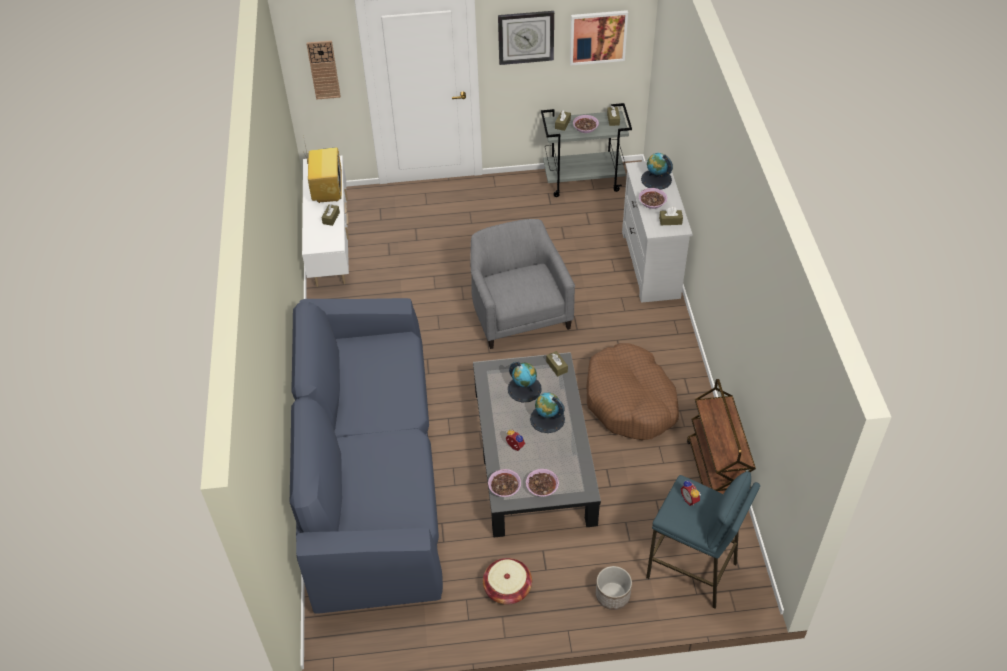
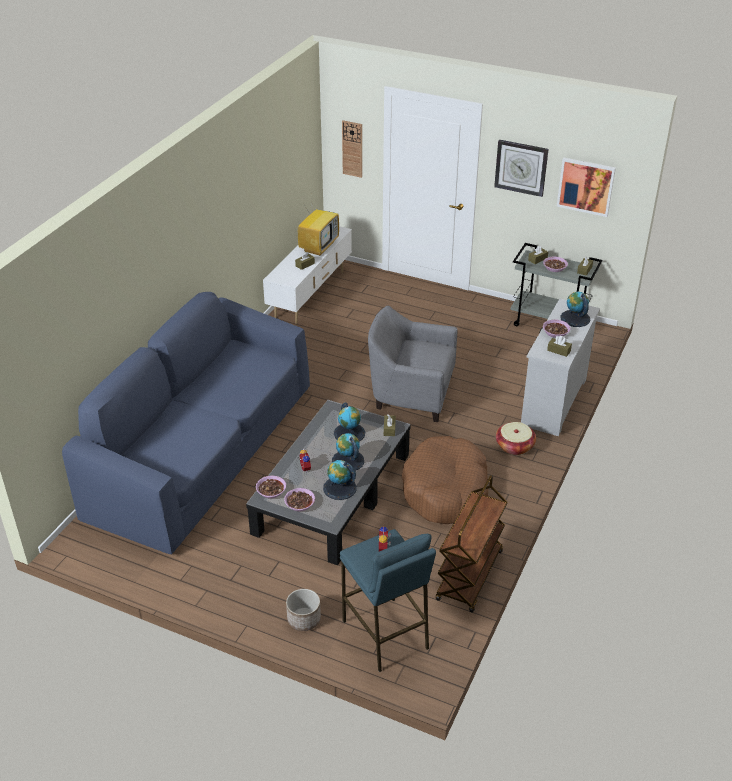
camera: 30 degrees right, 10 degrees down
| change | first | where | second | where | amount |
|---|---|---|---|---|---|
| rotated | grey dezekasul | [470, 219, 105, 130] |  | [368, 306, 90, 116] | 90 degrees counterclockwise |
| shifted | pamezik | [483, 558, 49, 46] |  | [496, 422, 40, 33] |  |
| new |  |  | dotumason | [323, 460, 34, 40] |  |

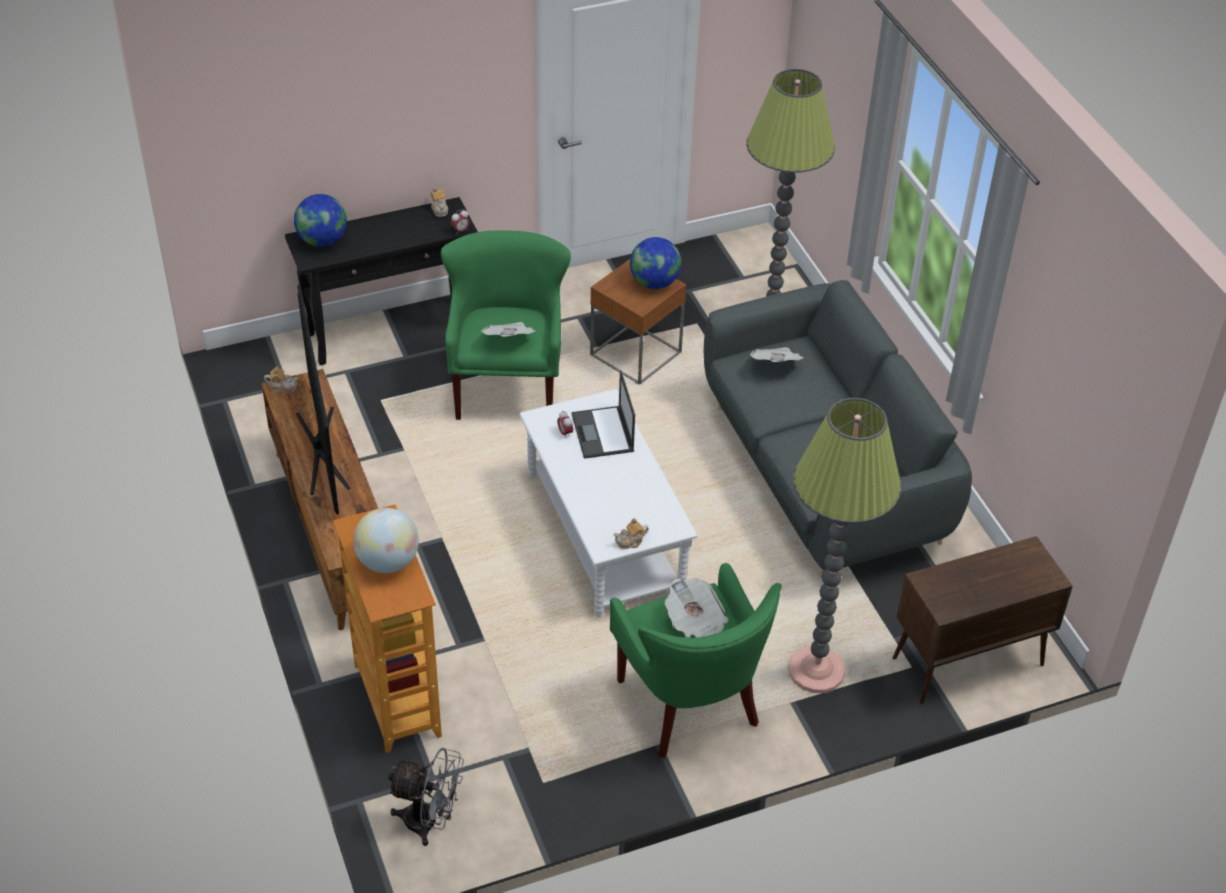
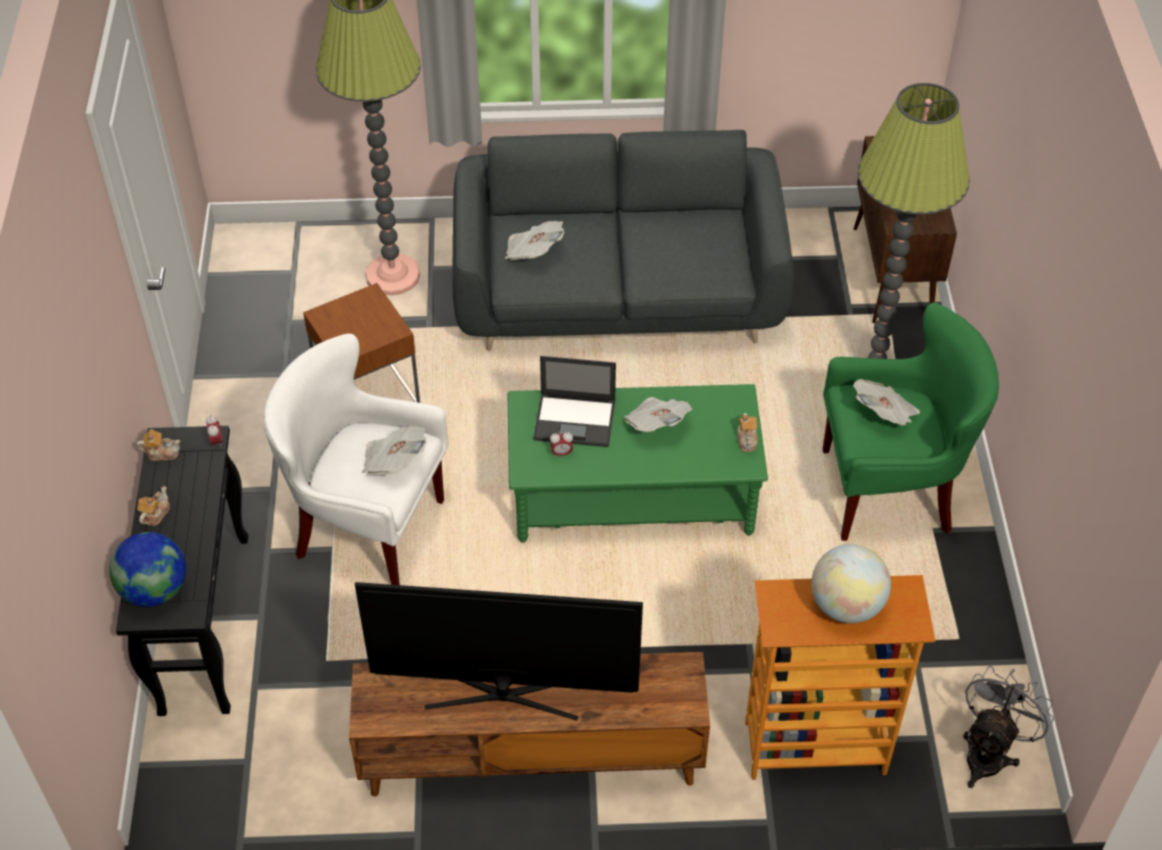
camera: 70 degrees left, 5 degrees up
| change | first | where | second | where | amount |
|---|---|---|---|---|---|
| repainted | green dezekasul | [441, 230, 130, 190] | white dezekasul | [263, 334, 186, 251] |  |
| gone | dotumason | [630, 237, 52, 52] |  |  |  |
| shifted | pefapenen | [264, 367, 34, 26] |  | [137, 486, 33, 40] |  |
| repainted | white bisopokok | [519, 389, 178, 228] | green bisopokok | [508, 384, 260, 159] |  |
| new |  |  | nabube | [623, 397, 69, 35] |  |

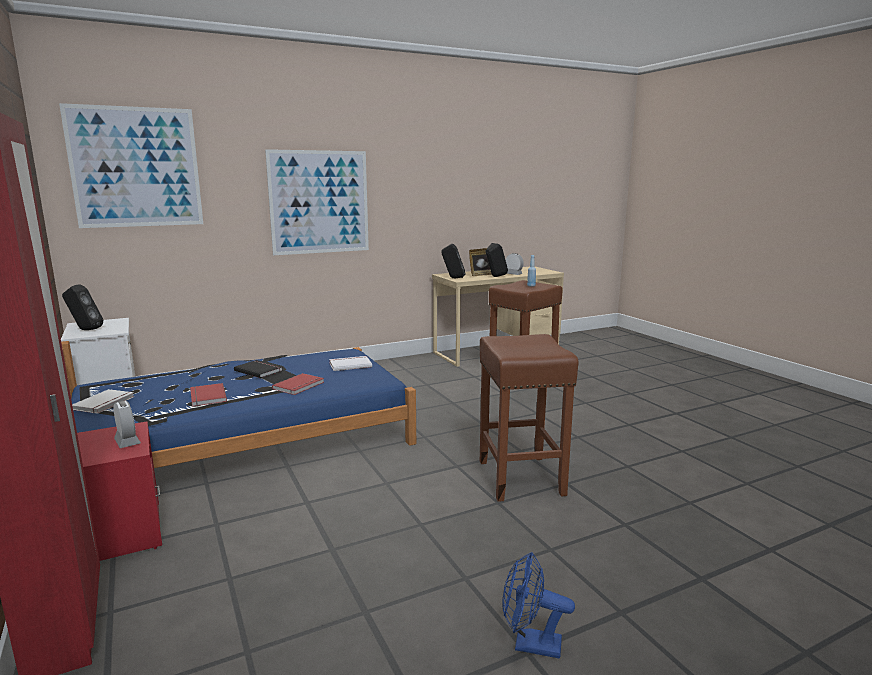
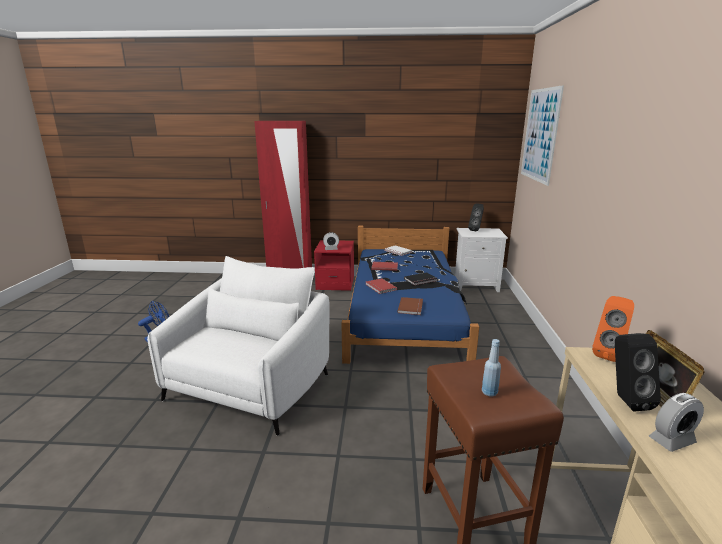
camera: 120 degrees right, 5 degrees up
| change | first | where | second | where | amount |
|---|---|---|---|---|---|
| gone | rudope | [265, 149, 104, 106] |  |  |  |
| repainted | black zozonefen | [441, 244, 25, 34] | orange zozonefen | [592, 296, 42, 66] |  |
| swapped | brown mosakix | [480, 334, 98, 168] | white dezekasul | [147, 256, 183, 180] |  |
| repainted | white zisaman | [329, 356, 43, 15] | brown zisaman | [398, 297, 25, 18] |  |

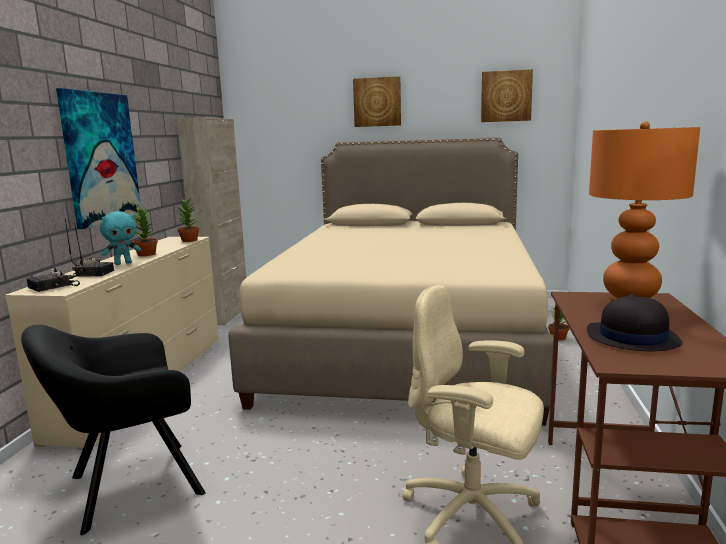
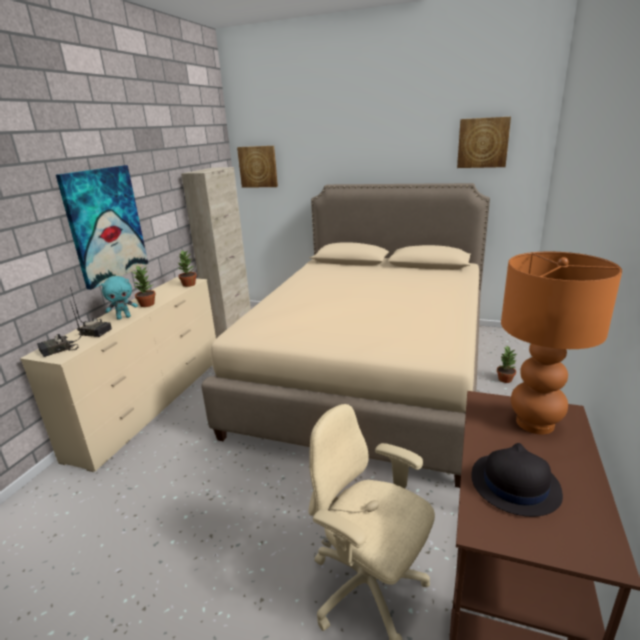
camera: 10 degrees right, 10 degrees up
| change | first | where | second | where | amount |
|---|---|---|---|---|---|
| shifted | rudope | [353, 76, 48, 51] |  | [237, 146, 41, 42] |  |
| gone | black dezekasul | [21, 325, 185, 210] |  |  |  |

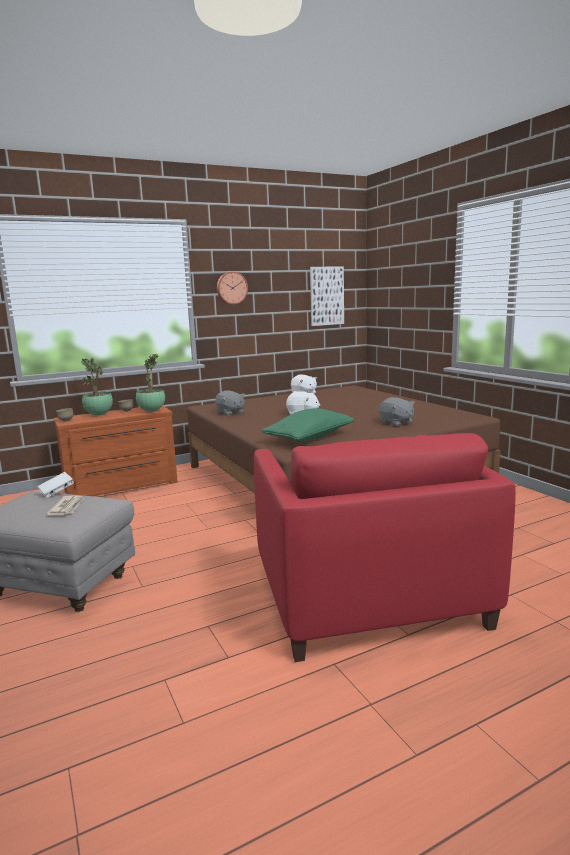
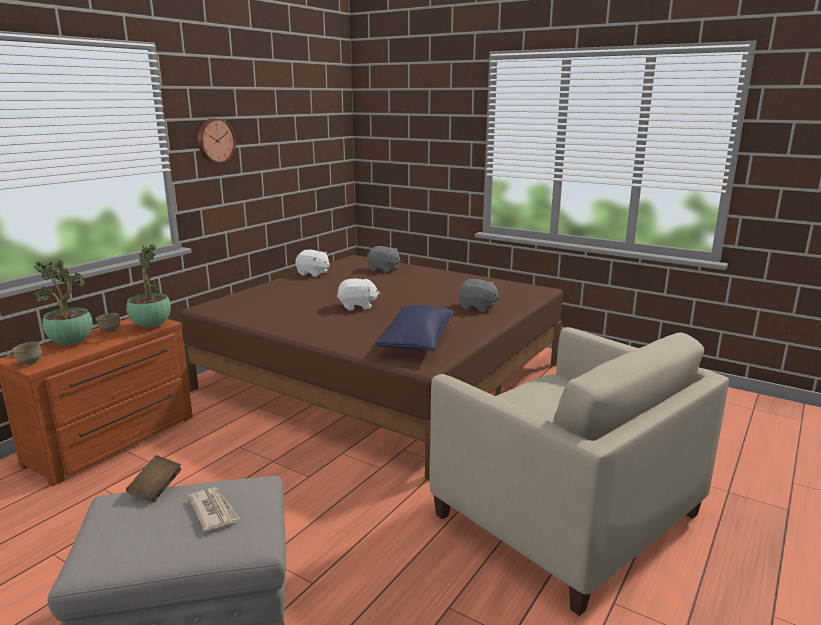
camera: 30 degrees left, 5 degrees up
| change | first | where | second | where | amount |
|---|---|---|---|---|---|
| gone | rudope | [310, 266, 34, 60] |  |  |  |
| shifted | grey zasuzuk | [215, 390, 30, 26] |  | [367, 246, 34, 27] |  |
| repainted | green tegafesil | [261, 408, 94, 33] | blue tegafesil | [374, 304, 80, 47] |  |
| repainted | red dezekasul | [254, 433, 262, 229] | beige dezekasul | [429, 327, 300, 289] |  |
| repainted | white zisaman | [37, 472, 37, 26] | brown zisaman | [126, 455, 56, 47] |  |

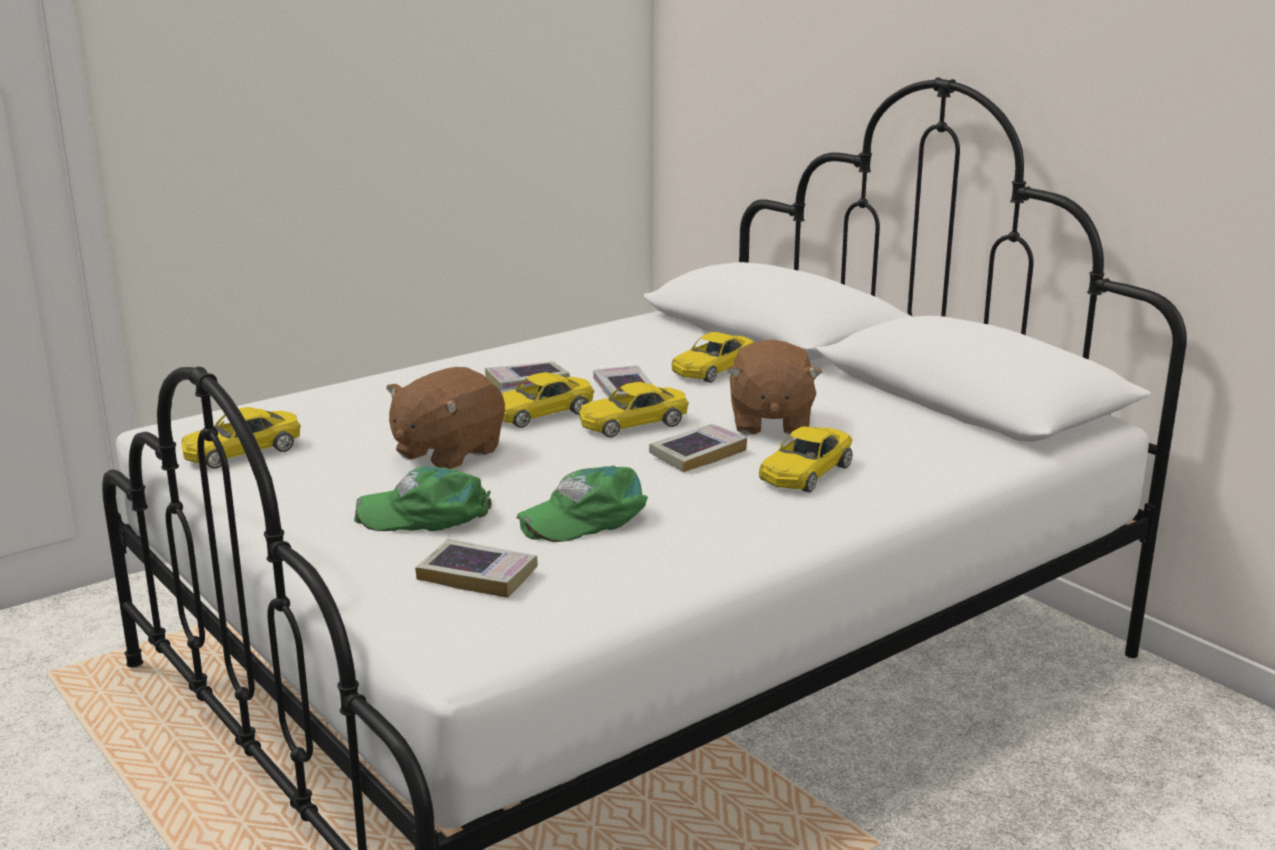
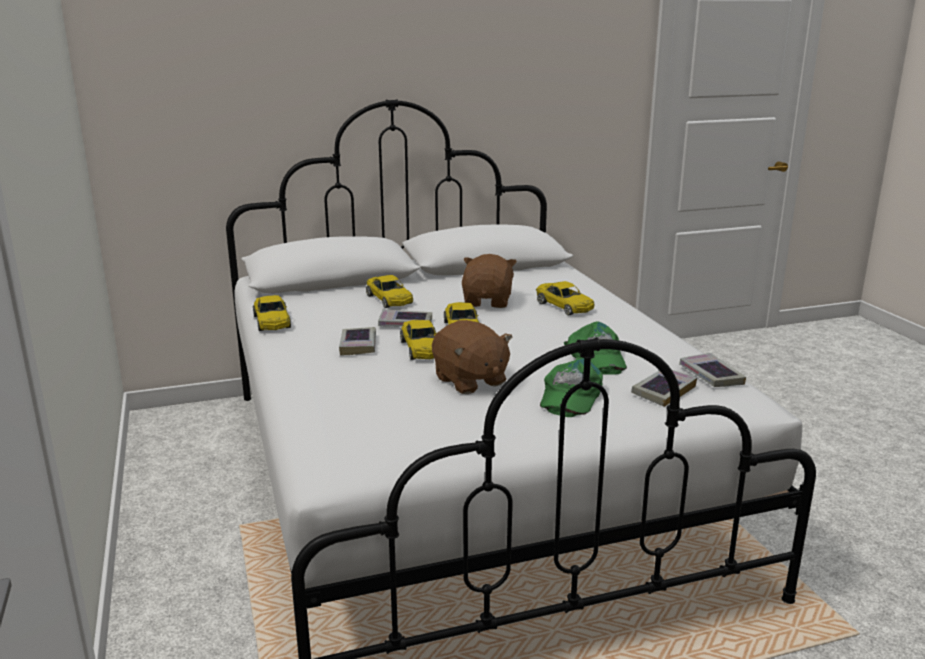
camera: 70 degrees left, 0 degrees up
| change | first | where | second | where | amount |
|---|---|---|---|---|---|
| rotated | brown zasuzuk | [727, 339, 95, 96] |  | [462, 254, 55, 54] | 105 degrees counterclockwise |
| shifted | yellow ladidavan | [181, 407, 120, 62] |  | [253, 295, 38, 36] |  |
| shifted | zisaman | [649, 424, 98, 48] |  | [679, 353, 67, 34] |  |

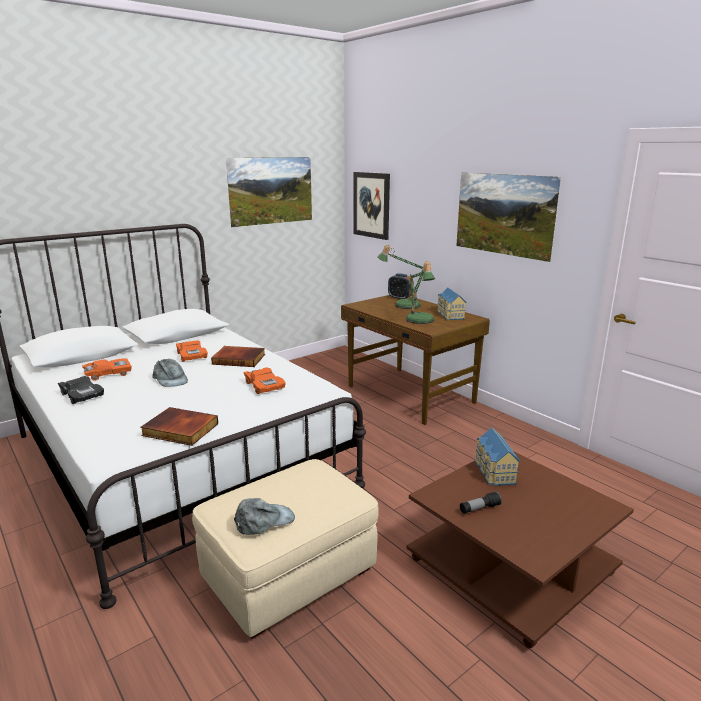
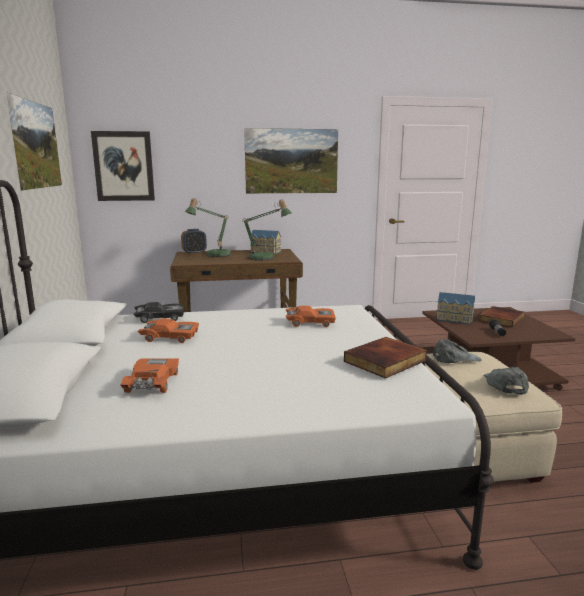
camera: 60 degrees left, 5 degrees down
| change | first | where | second | where | amount |
|---|---|---|---|---|---|
| shifted | zisaman | [211, 346, 54, 21] |  | [479, 306, 46, 21] |  |
| shifted | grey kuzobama | [153, 359, 35, 28] |  | [433, 339, 49, 24] |  |
| shifted | black ladidavan | [58, 376, 46, 28] |  | [133, 302, 51, 21] |  |

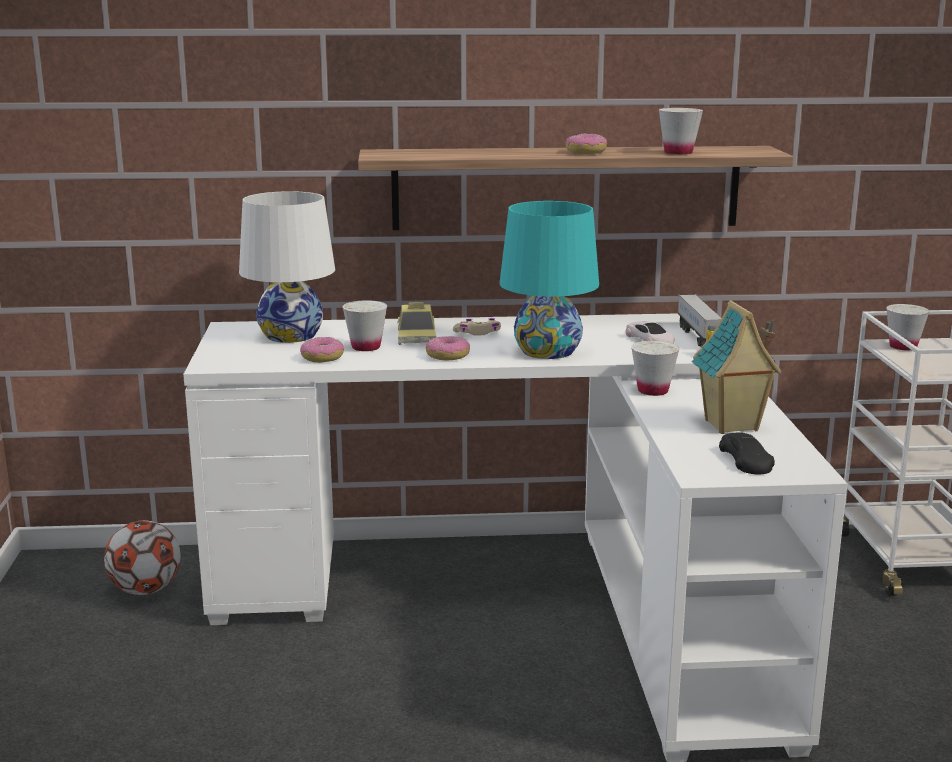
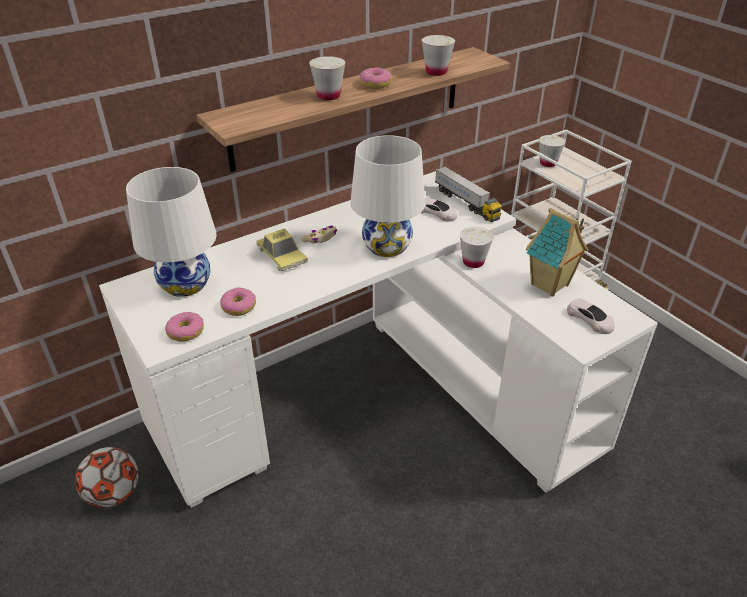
camera: 30 degrees left, 20 degrees up
| change | first | where | second | where | amount |
|---|---|---|---|---|---|
| repainted | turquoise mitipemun | [500, 201, 99, 158] | white mitipemun | [350, 135, 75, 122] |  |
| shifted | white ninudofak | [342, 300, 45, 51] |  | [309, 56, 36, 44] |  |
| shifted | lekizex | [426, 336, 44, 24] |  | [165, 312, 39, 30] |  |
| repainted | black ladidavan | [719, 433, 56, 41] | white ladidavan | [567, 298, 47, 36] |  |

